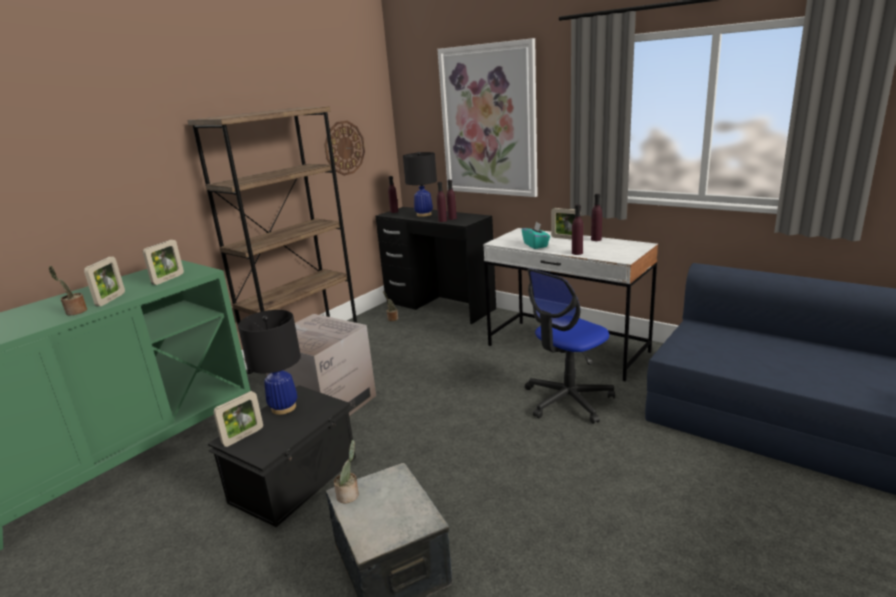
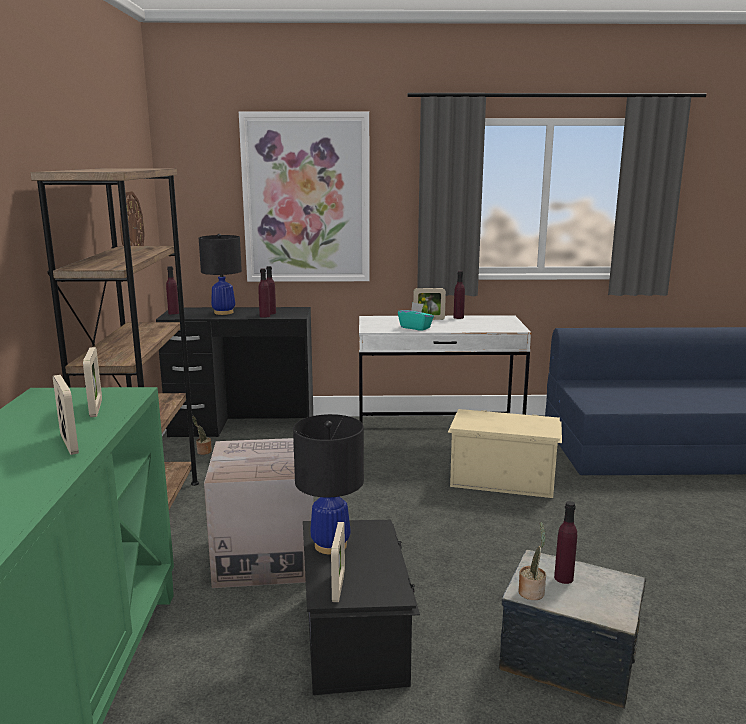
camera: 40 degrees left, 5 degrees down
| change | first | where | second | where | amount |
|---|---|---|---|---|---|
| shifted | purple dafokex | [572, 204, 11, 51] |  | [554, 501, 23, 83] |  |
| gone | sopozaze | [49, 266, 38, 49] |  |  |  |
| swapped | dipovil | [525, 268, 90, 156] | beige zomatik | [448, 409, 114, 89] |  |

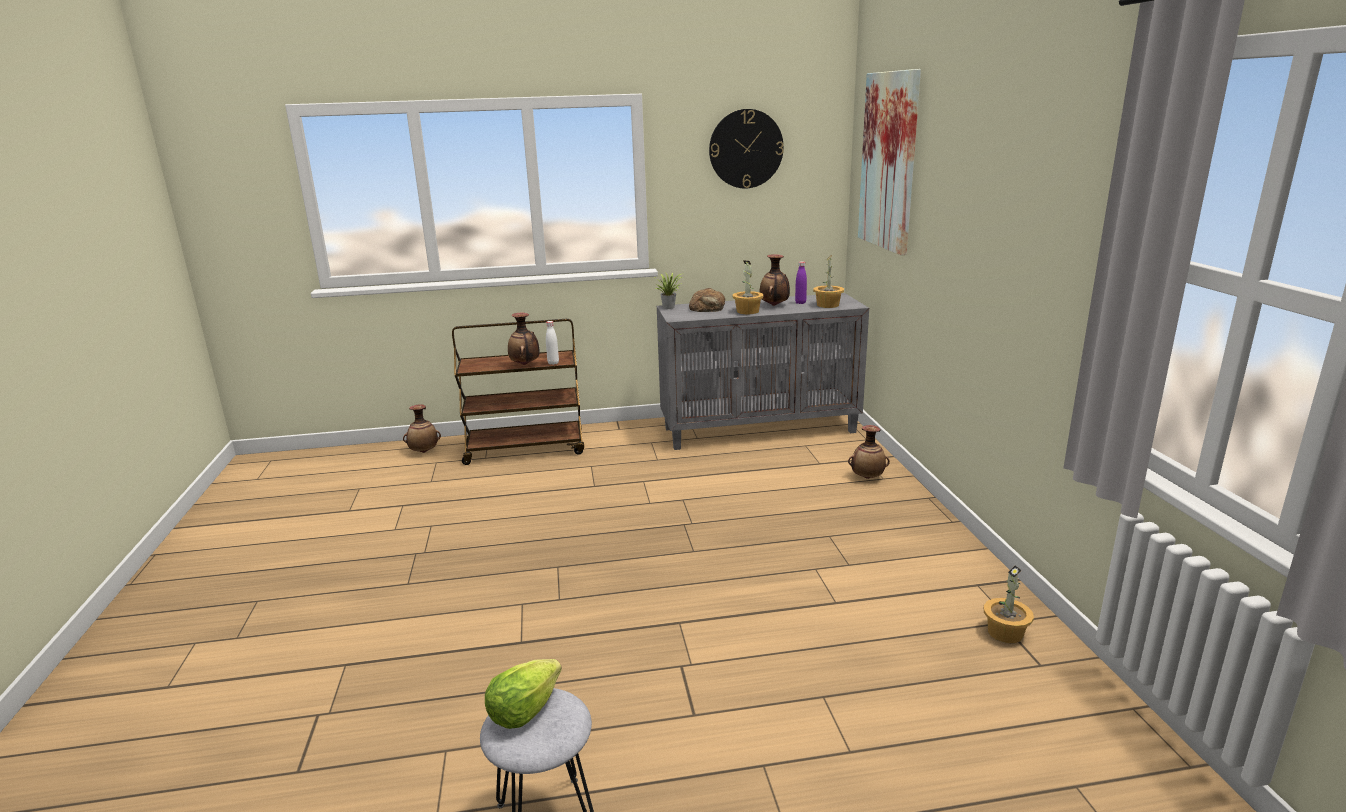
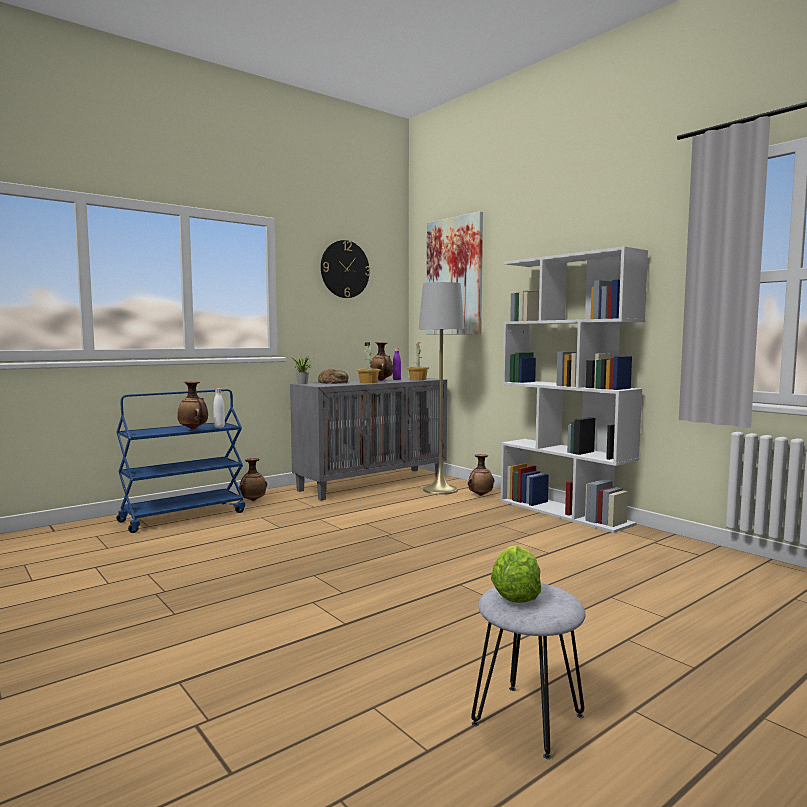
camera: 30 degrees left, 15 degrees down
| change | first | where | second | where | amount |
|---|---|---|---|---|---|
| repainted | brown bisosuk | [452, 319, 132, 146] | blue bisosuk | [116, 389, 129, 144] |  |
| shifted | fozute | [403, 404, 38, 49] |  | [239, 458, 28, 43] |  |
| gone | sopozaze | [984, 565, 50, 78] |  |  |  |
| new |  |  | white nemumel | [500, 246, 148, 287] |  |
| new |  |  | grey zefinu | [419, 282, 46, 213] |  |

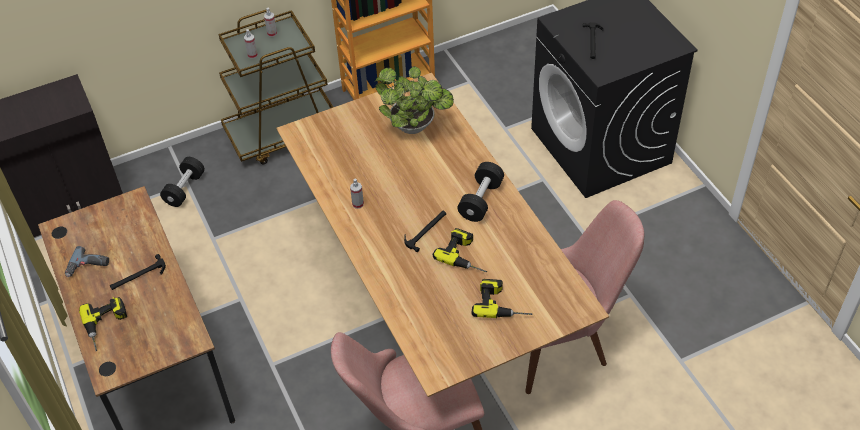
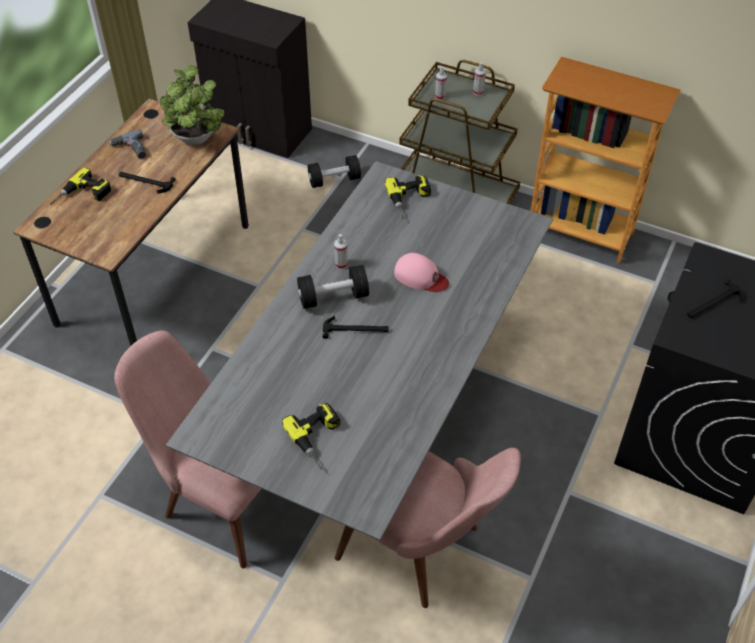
camera: 50 degrees right, 0 degrees up
| change | first | where | second | where | amount |
|---|---|---|---|---|---|
| shifted | sopozaze | [375, 66, 79, 68] |  | [160, 66, 65, 79] |  |
| repainted | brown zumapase | [276, 73, 333, 324] | grey zumapase | [166, 161, 387, 380] |  |
| shifted | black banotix | [457, 162, 47, 60] |  | [297, 265, 72, 44] |  |
| shifted | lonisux | [433, 228, 54, 44] |  | [385, 175, 46, 44] |  |
| new |  |  | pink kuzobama | [394, 253, 55, 39] |  |

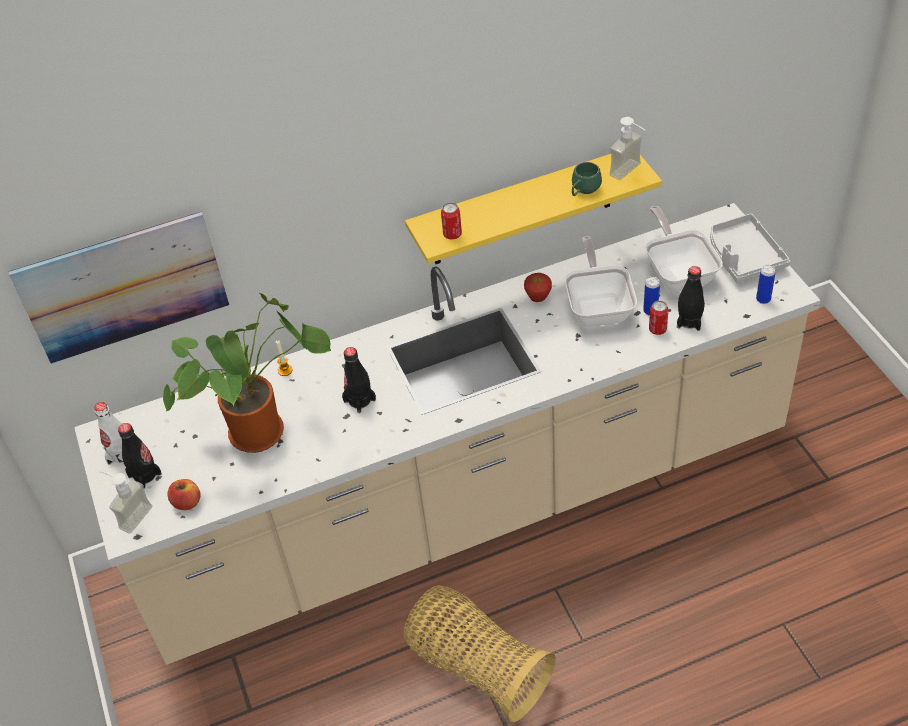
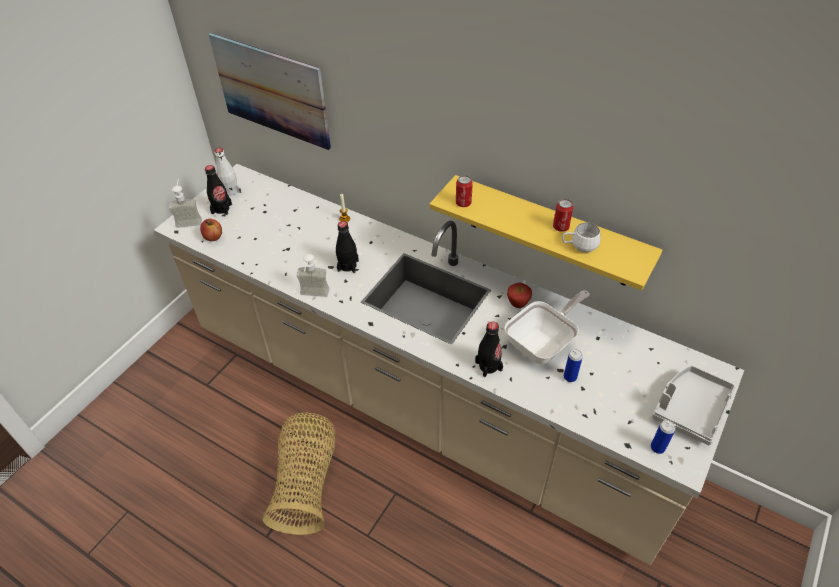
camera: 50 degrees right, 0 degrees up
| change | first | where | second | where | amount |
|---|---|---|---|---|---|
| shifted | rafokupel | [610, 117, 35, 63] |  | [297, 254, 32, 43] |  |
| repainted | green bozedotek | [572, 162, 30, 34] | white bozedotek | [562, 223, 39, 29] |  |
| gone | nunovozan | [645, 206, 78, 86] |  |  |  |
| shifted | black dafokex | [677, 266, 28, 65] |  | [475, 321, 28, 56] |  |
| gone | sopozaze | [163, 293, 168, 160] |  |  |  |
| shifted | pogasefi | [649, 301, 19, 34] |  | [553, 199, 20, 33] |  |

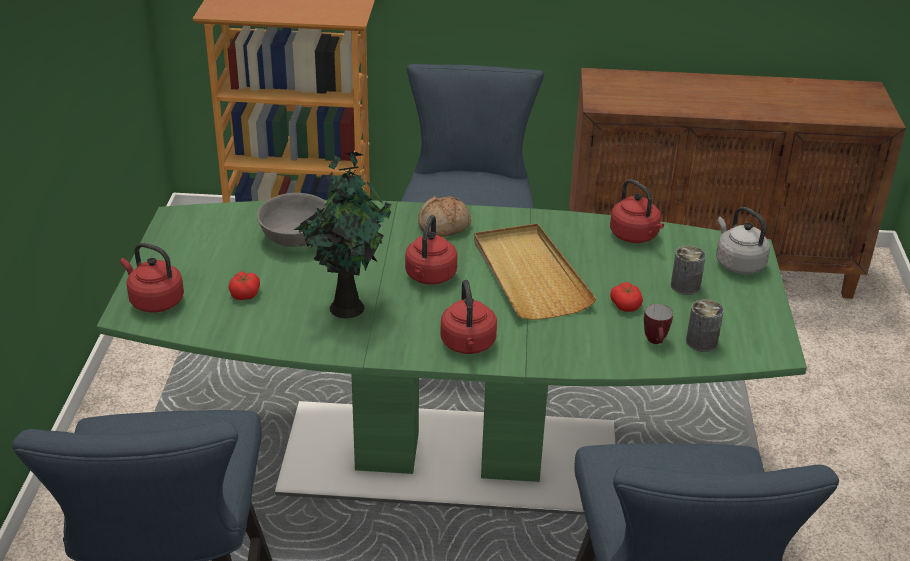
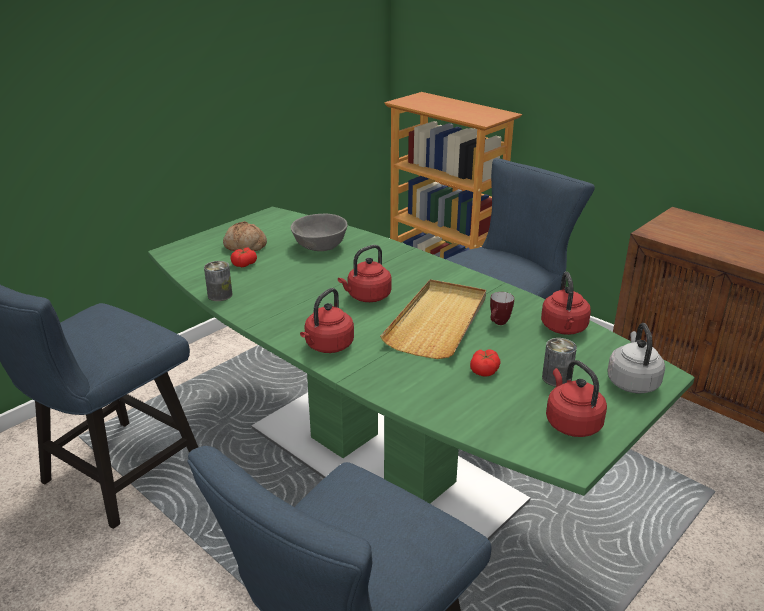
camera: 40 degrees right, 5 degrees down
| change | first | where | second | where | amount |
|---|---|---|---|---|---|
| gone | sopozaze | [294, 150, 97, 168] |  |  |  |
| shifted | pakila | [418, 196, 53, 41] |  | [223, 221, 44, 30] |  |
| shifted | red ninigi | [121, 243, 63, 70] |  | [546, 360, 61, 77] |  |
| shifted | pogasefi | [686, 299, 38, 53] |  | [204, 261, 28, 40] |  |
| shifted | bozedotek | [644, 304, 29, 40] |  | [490, 292, 24, 33] |  |

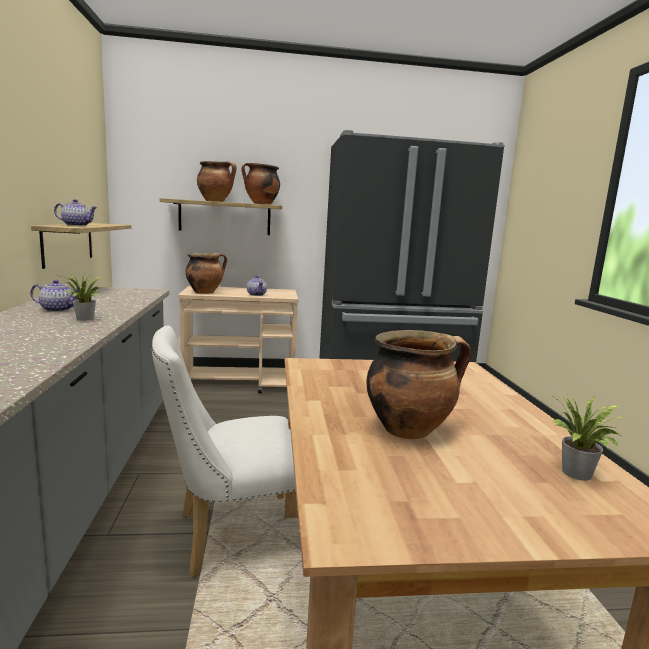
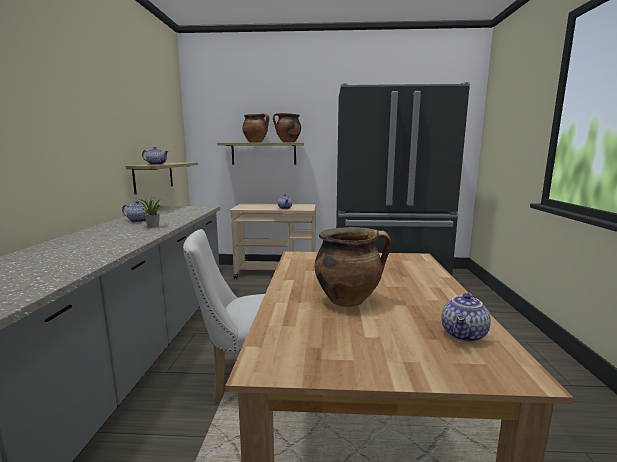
camera: 10 degrees right, 0 degrees up
| change | first | where | second | where | amount |
|---|---|---|---|---|---|
| gone | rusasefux | [186, 253, 41, 41] |  |  |  |
| swapped | sopozaze | [546, 394, 77, 87] | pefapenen | [441, 292, 50, 50] |  |

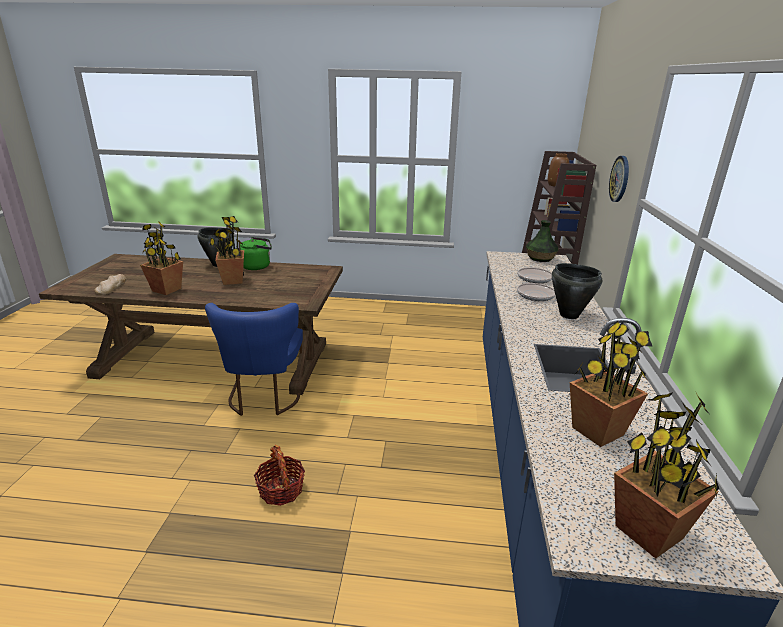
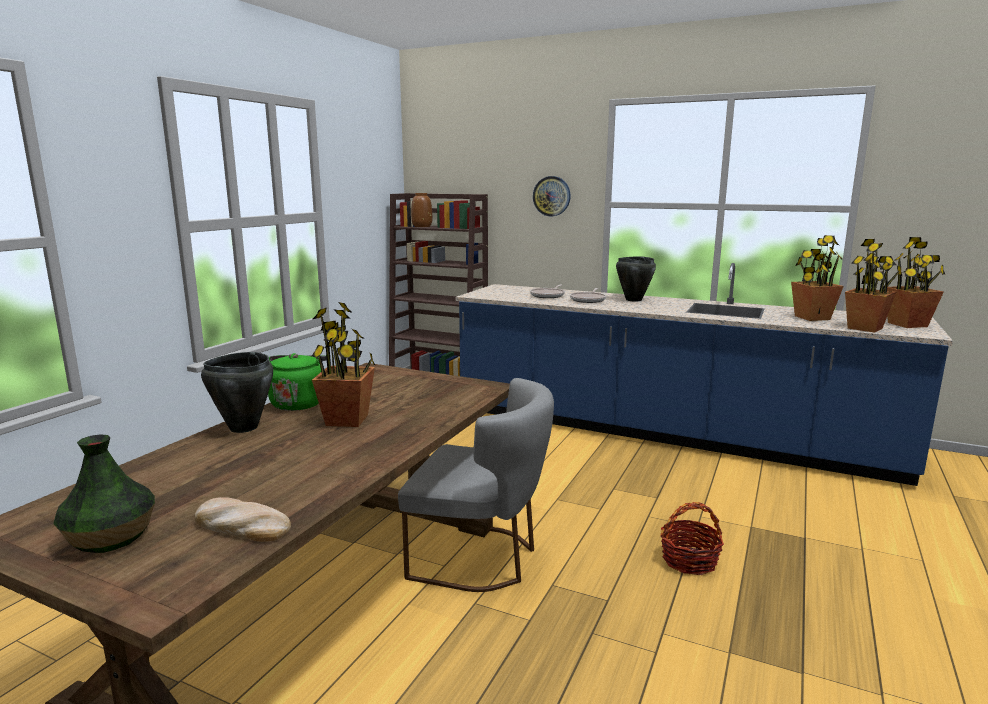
camera: 70 degrees left, 10 degrees down
| change | first | where | second | where | amount |
|---|---|---|---|---|---|
| shifted | fozute | [526, 220, 32, 42] |  | [53, 434, 102, 119] |  |
| shifted | sopozaze | [140, 222, 43, 73] |  | [845, 239, 57, 94] |  |
| repainted | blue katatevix | [205, 303, 98, 113] | grey katatevix | [398, 378, 156, 214] |  |

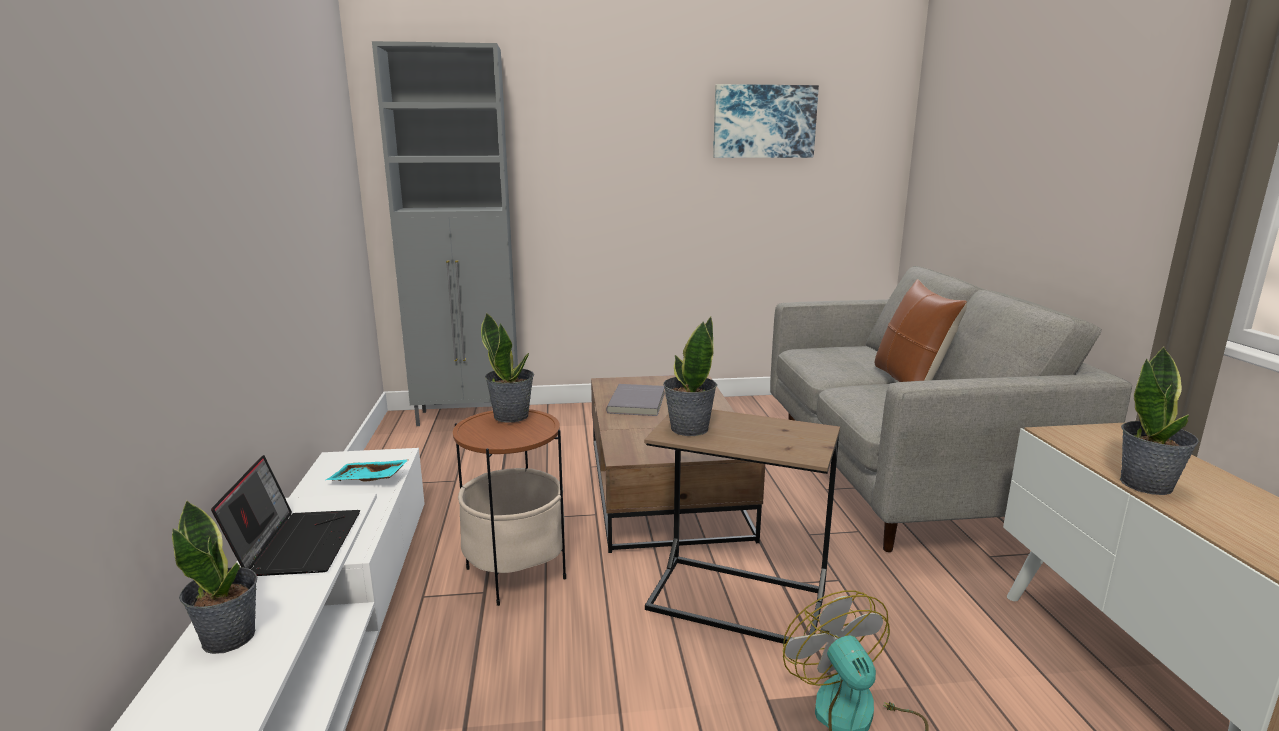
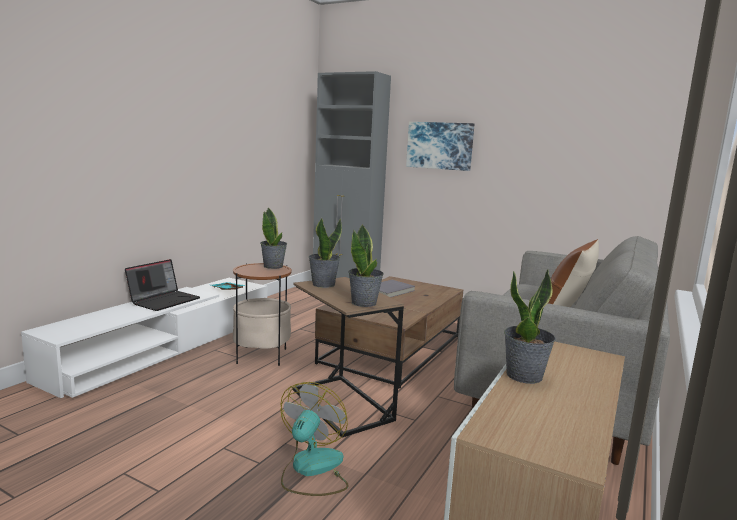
camera: 35 degrees right, 5 degrees down
| change | first | where | second | where | amount |
|---|---|---|---|---|---|
| shifted | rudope | [713, 84, 106, 74] |  | [406, 122, 68, 49] |  |
| shifted | sopozaze | [172, 500, 85, 154] |  | [348, 224, 36, 83] |  |

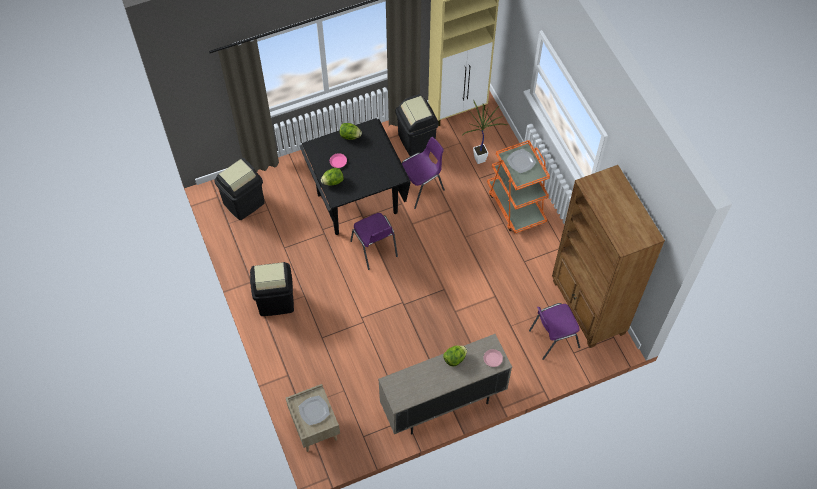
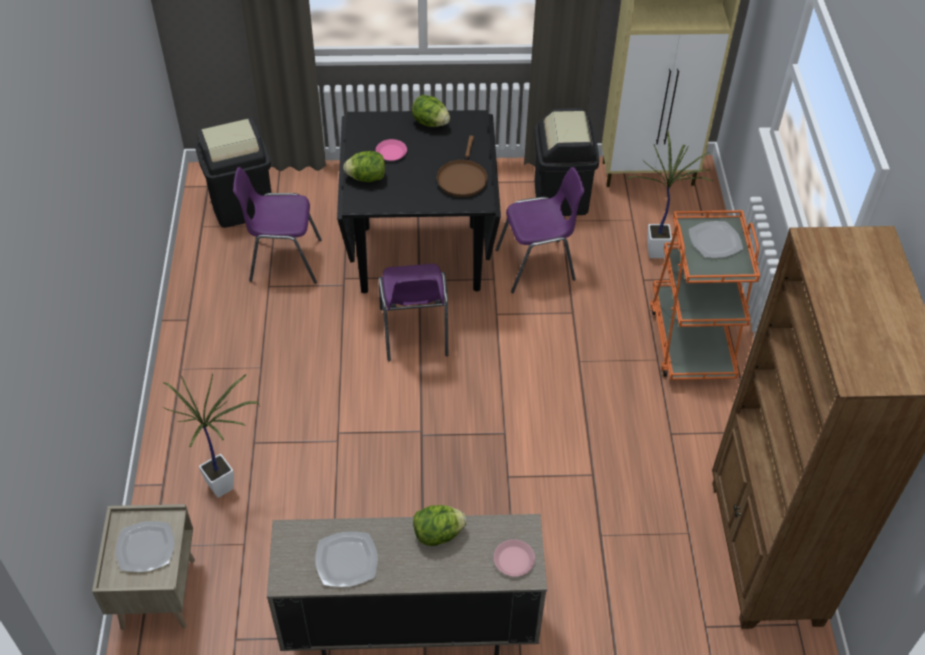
camera: 20 degrees right, 10 degrees down
| change | first | where | second | where | amount |
|---|---|---|---|---|---|
| gone | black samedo | [250, 262, 44, 54] |  |  |  |
| shifted | purple katatevix | [529, 303, 51, 57] |  | [233, 167, 89, 117] |  |
| new |  |  | brown nunovozan | [436, 136, 52, 61] |  |
| new |  |  | sopozaze | [163, 374, 97, 124] |  |
| new |  |  | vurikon | [315, 531, 63, 56] |  |

